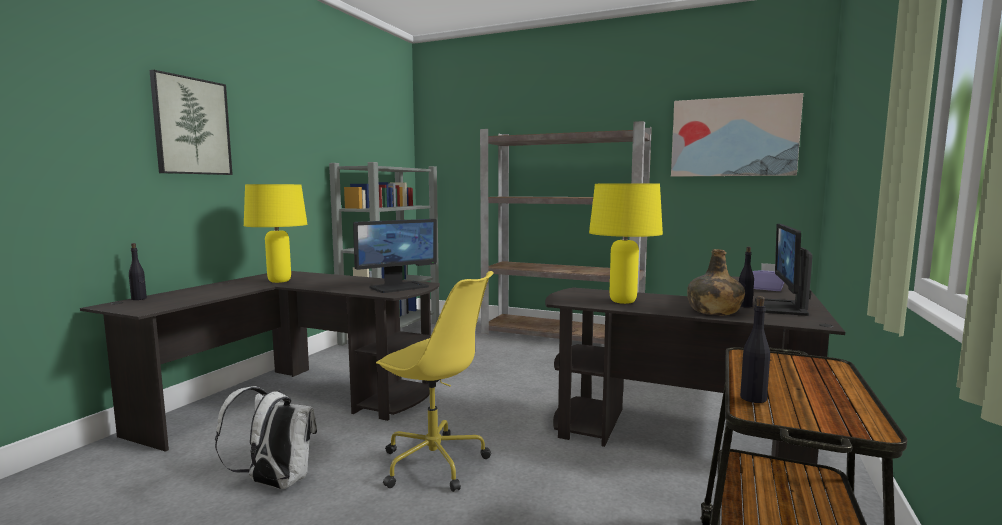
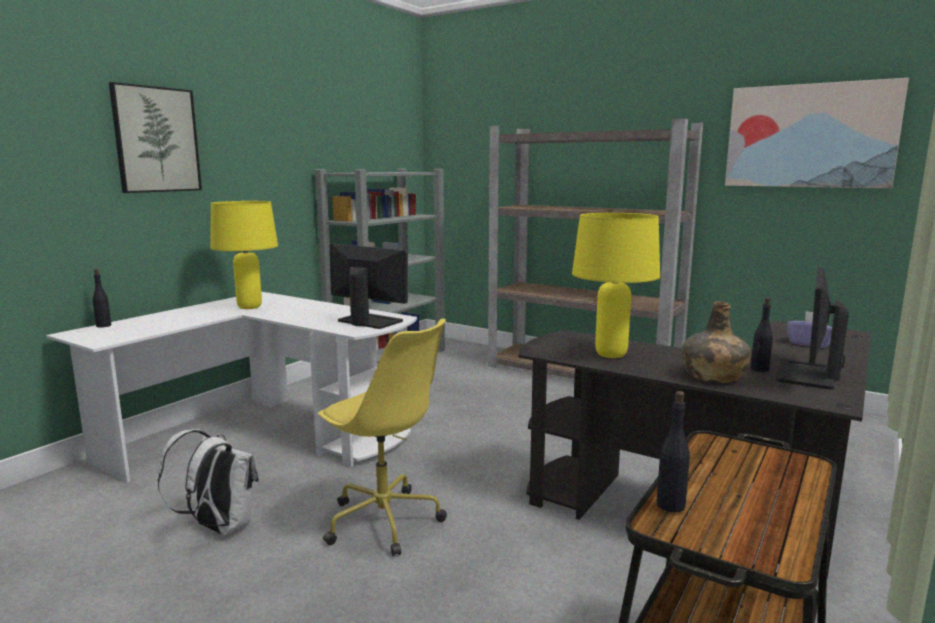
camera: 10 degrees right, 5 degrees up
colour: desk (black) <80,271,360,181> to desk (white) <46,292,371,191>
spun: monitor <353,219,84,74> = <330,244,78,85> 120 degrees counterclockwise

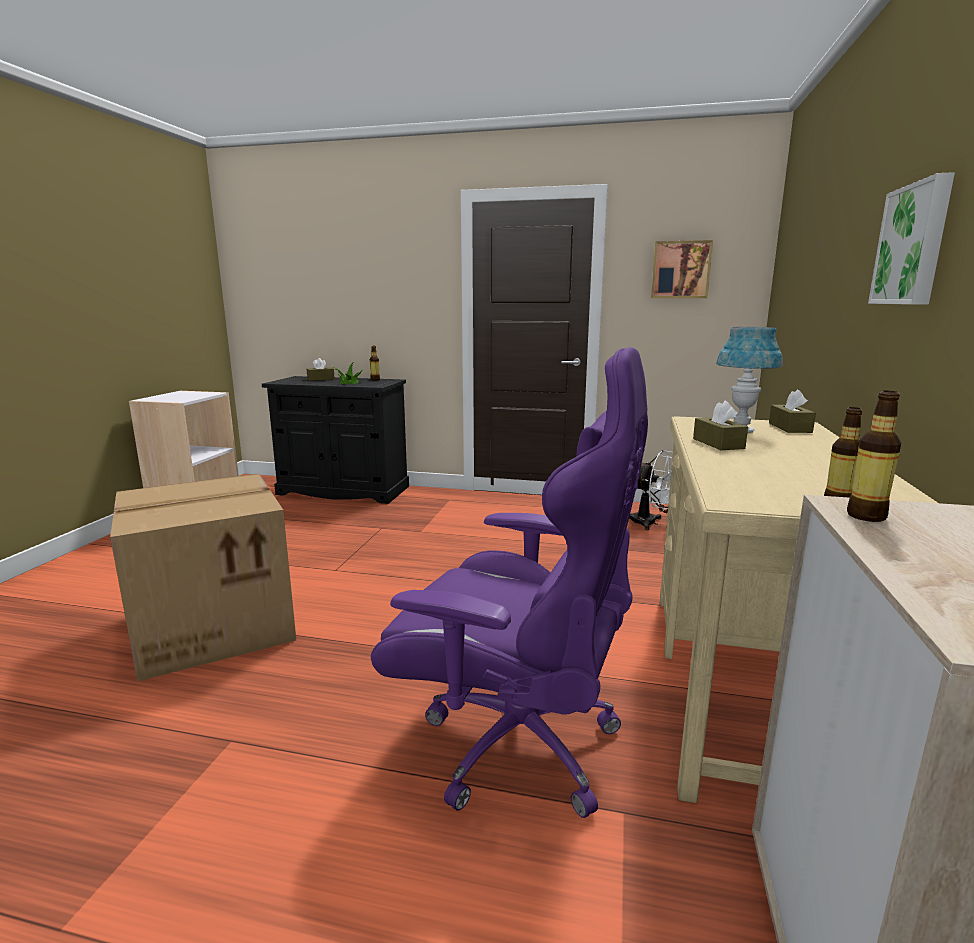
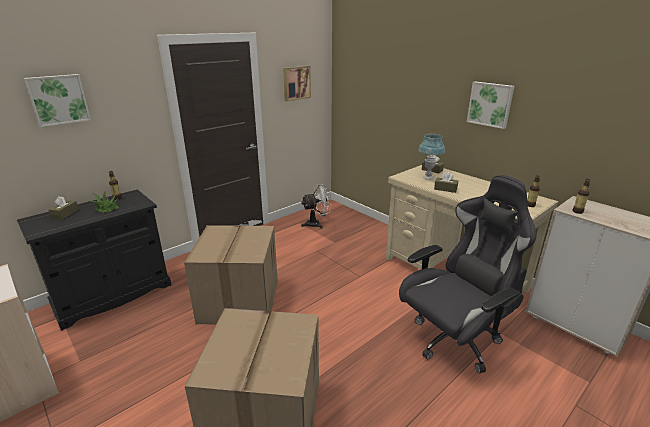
camera: 55 degrees left, 10 degrees up
appeared: picture <24,74,67,53>; cardboard box <184,225,94,99>
colour: office chair (purple) <371,347,277,471> to office chair (black) <399,175,137,198>

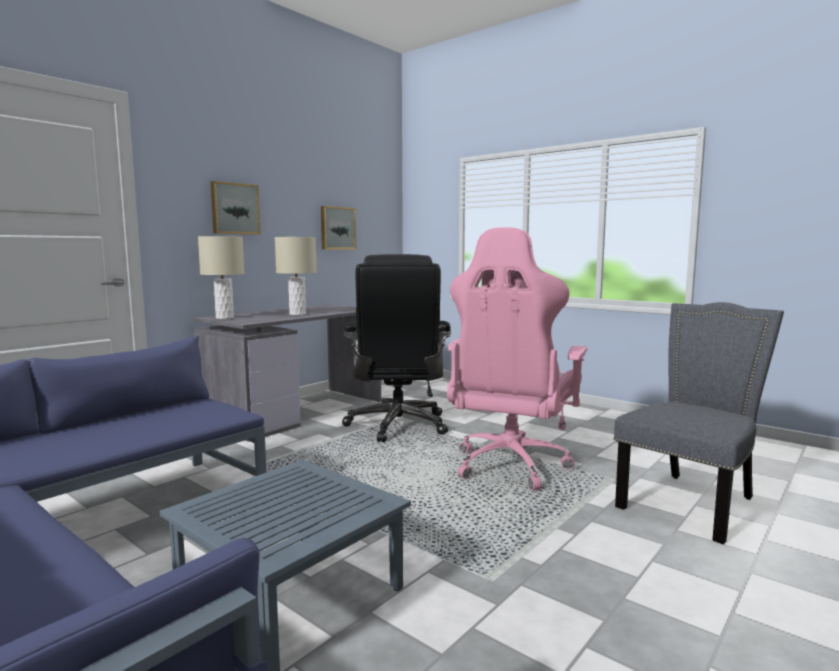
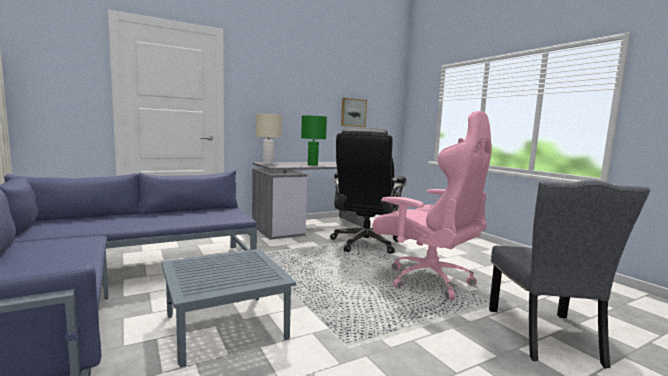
camera: 20 degrees right, 0 degrees up
missing: picture <211,181,49,54>
colour: table lamp (beige) <275,237,42,78> to table lamp (green) <301,115,26,51>
spun: office chair (pink) <447,227,140,264> = <372,111,120,189> 90 degrees counterclockwise; chair (grey) <614,302,170,242> = <489,180,161,188> 120 degrees clockwise

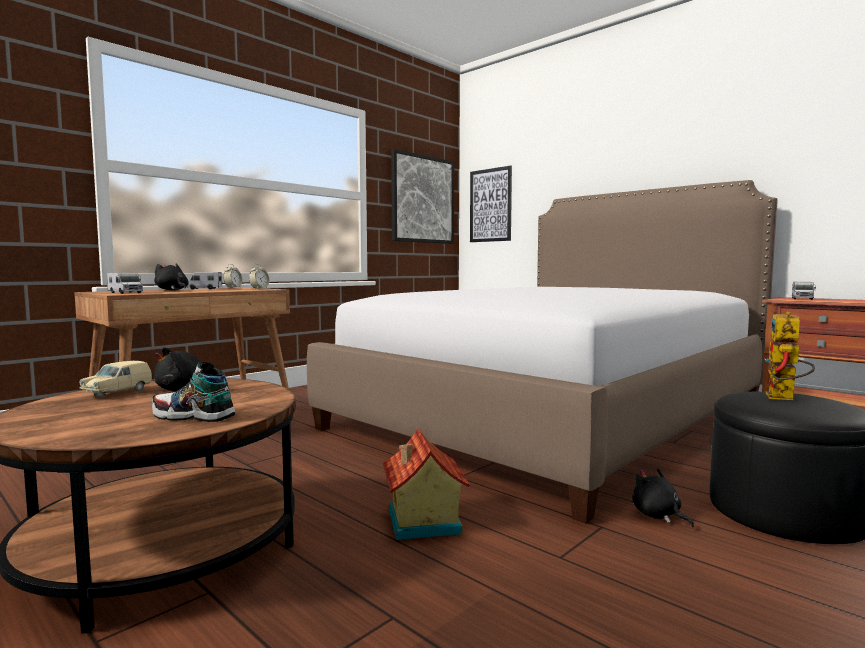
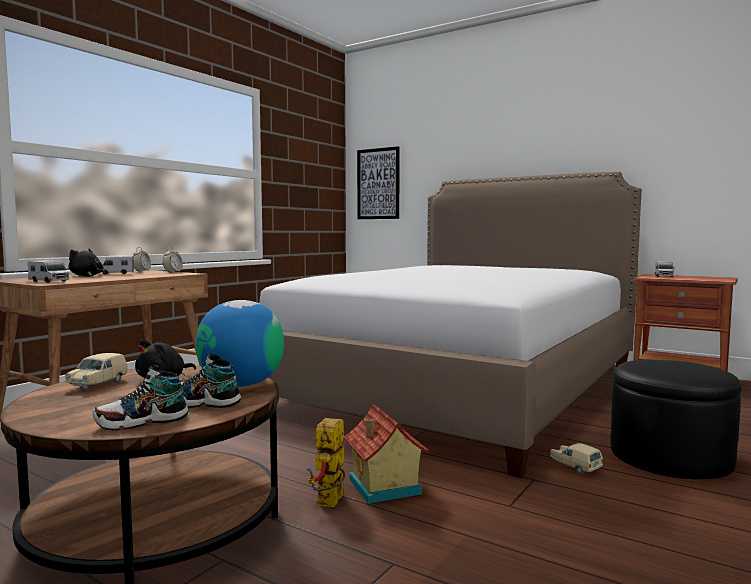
camera: 10 degrees left, 0 degrees up
missing: picture <391,149,63,95>
appeared: shoe <92,366,96,64>; globe <196,300,88,87>
relocated: toy robot <764,312,51,88> to <307,418,38,89>
exchanged: plush toy (black) <632,468,62,60> to toy car (beige) <550,443,53,31>

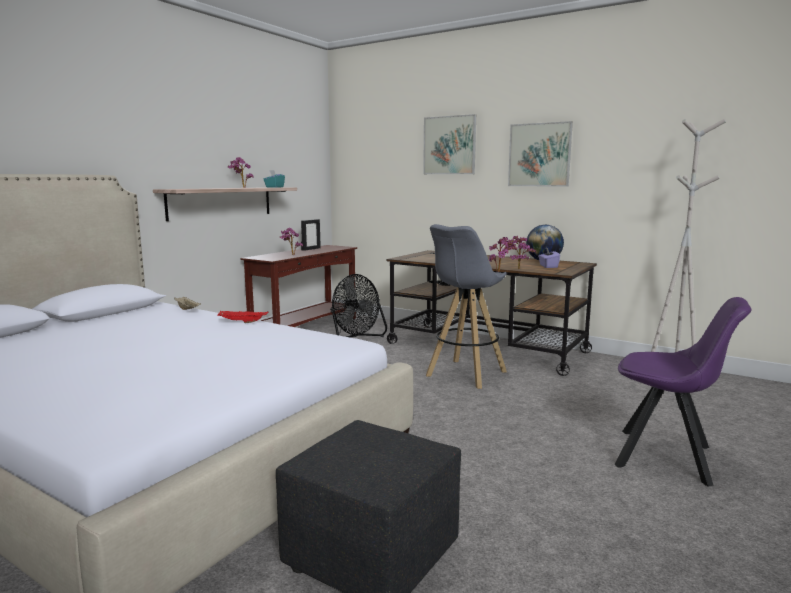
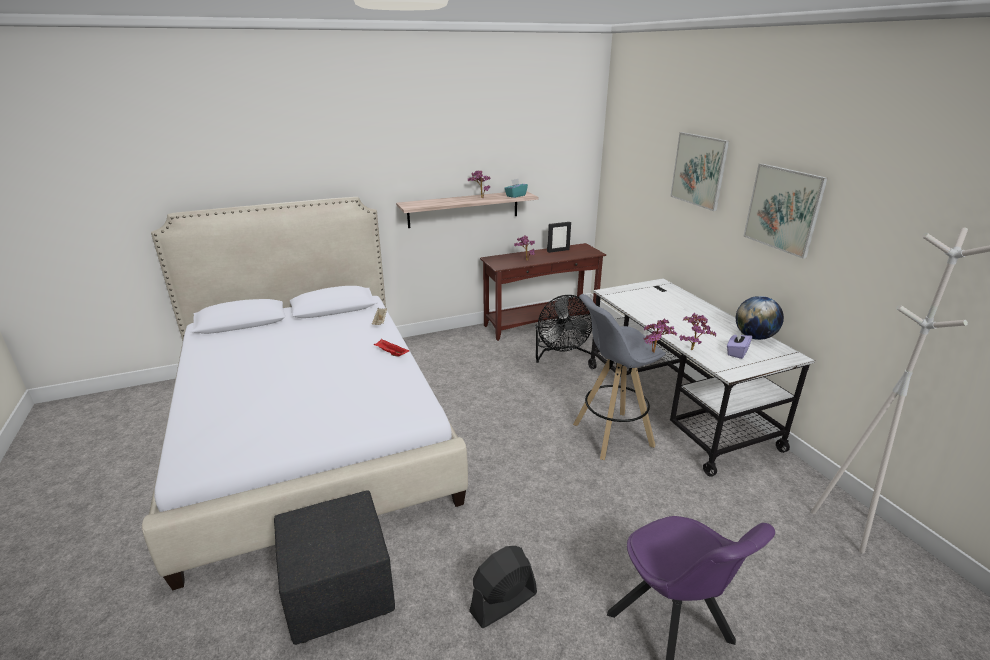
camera: 35 degrees right, 15 degrees up
appeared: fan (black) <469,546,68,82>
colour: desk (brown) <387,250,210,126> to desk (white) <588,278,227,199>

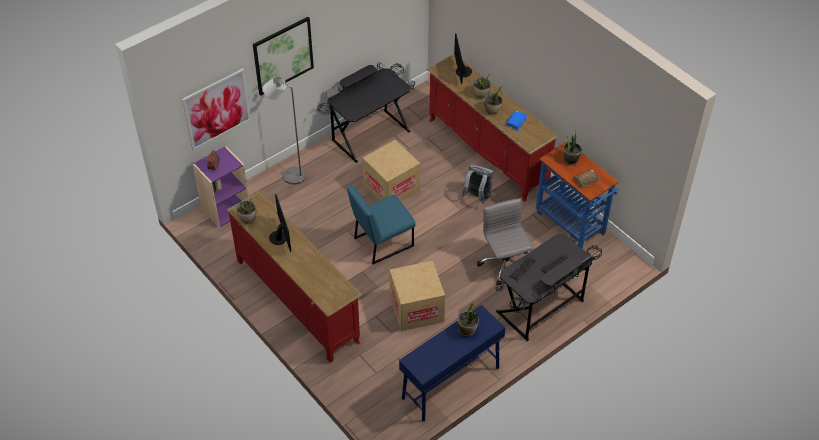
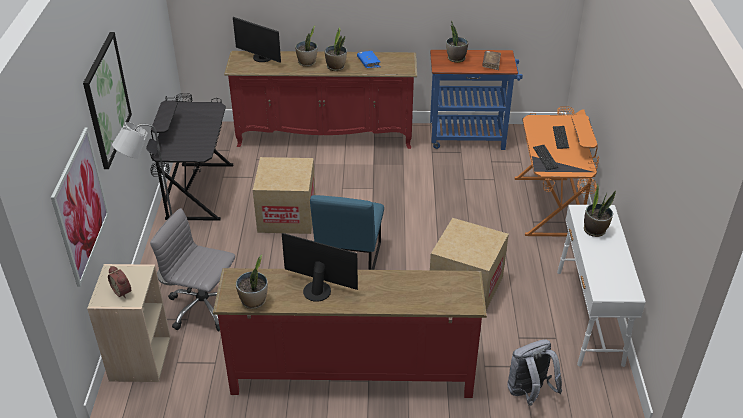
camera: 50 degrees left, 10 degrees down
relocated: backpack (grey) <461,165,33,39> to <507,339,55,67>; office chair (grey) <477,198,57,88> to <150,208,85,124>
colour: bookcase (purple) <193,146,56,82> to bookcase (beige) <87,264,84,118>; console table (blue) <399,305,106,117> to console table (white) <557,205,89,162>; desk (black) <495,234,107,107> to desk (orange) <514,106,85,131>

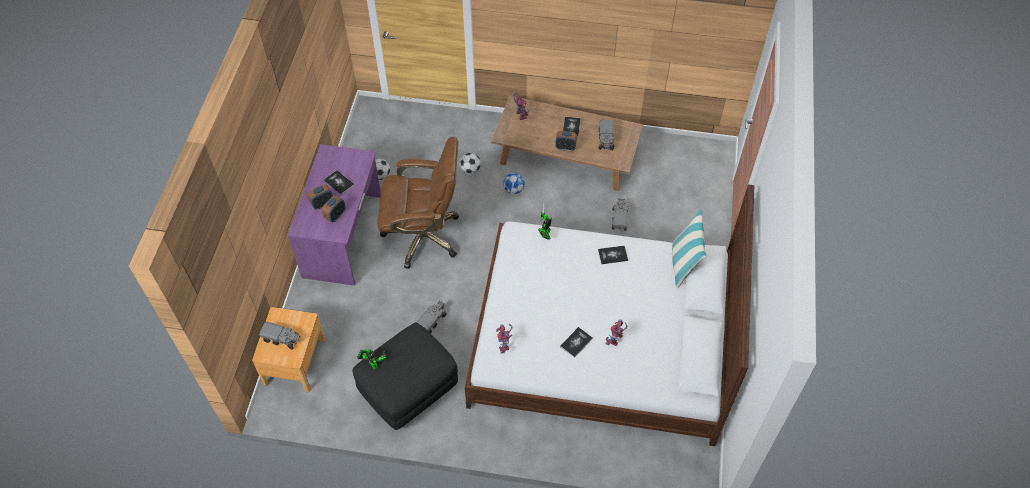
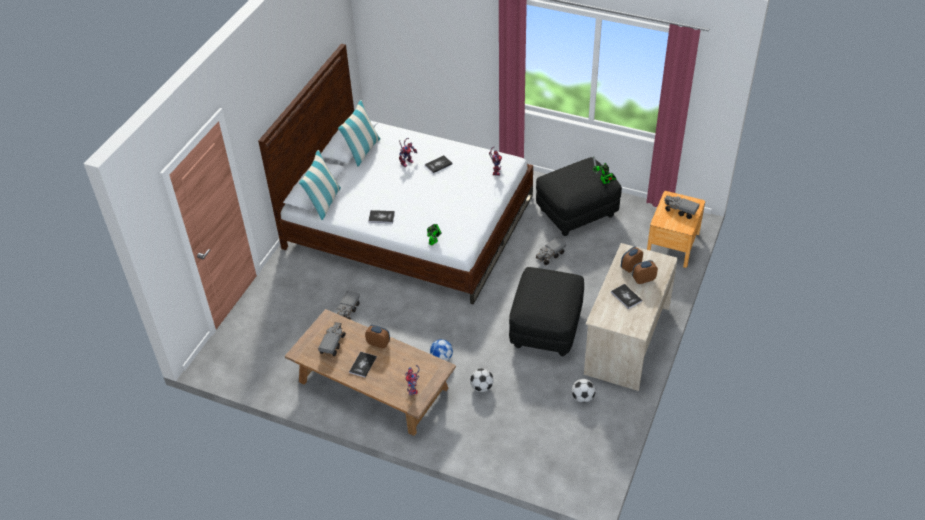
camera: 165 degrees left, 10 degrees down
appeared: pillow <338,100,43,66>
exchanged: office chair (brown) <377,137,82,132> to ottoman (black) <509,267,75,89>
colour: desk (purple) <288,144,93,142> to desk (beige) <584,243,94,148>

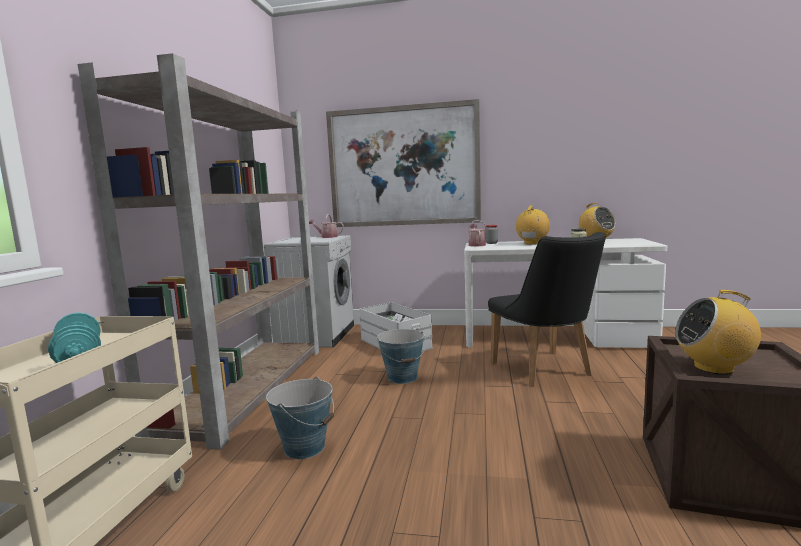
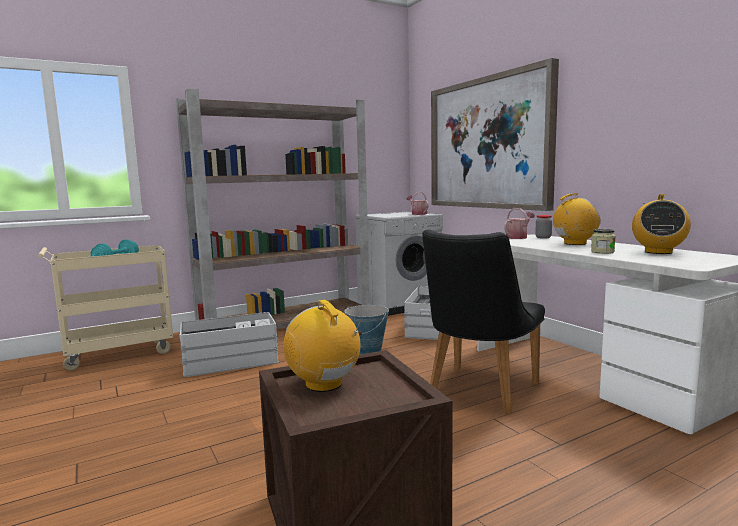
camera: 50 degrees right, 0 degrees up
exchanged: bucket <266,377,68,82> to storage box (grey) <179,312,100,65>

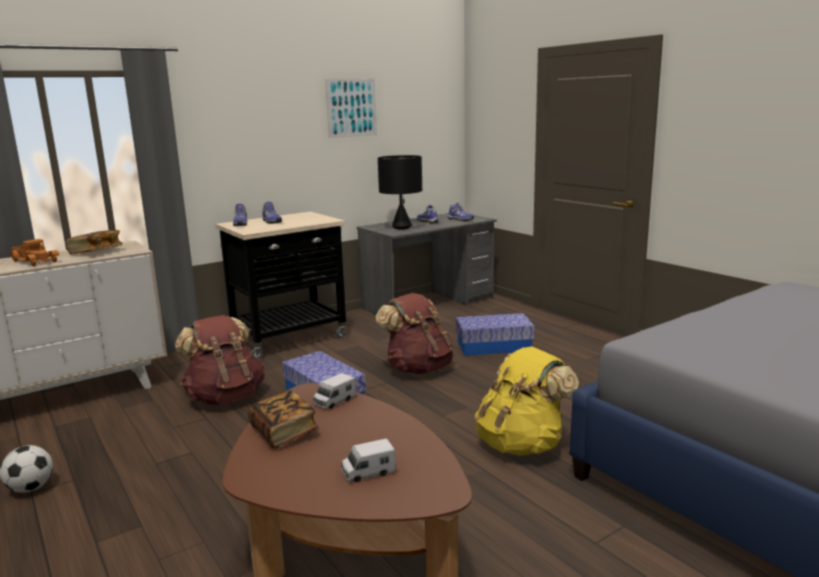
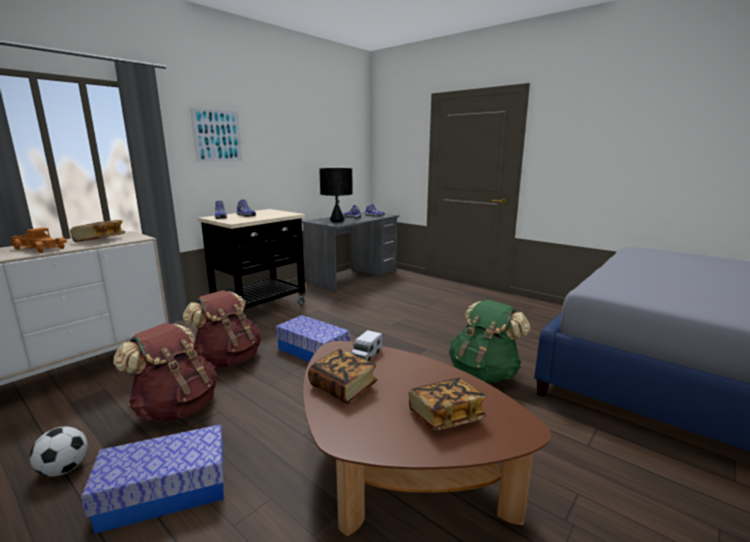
camera: 15 degrees left, 0 degrees up
relocated: picture <325,78,52,60> to <190,107,52,55>; backpack (brown) <376,293,78,81> to <113,323,104,98>; storage box <456,313,78,43> to <81,424,143,110>
exchanged: toy truck <341,438,55,44> to book <409,378,78,53>
colour: backpack (yellow) <475,346,104,110> to backpack (green) <449,300,81,83>

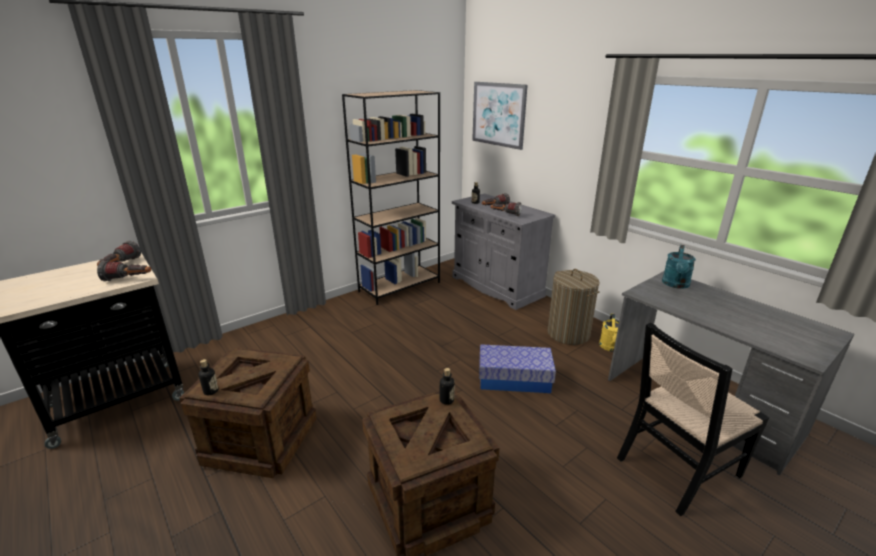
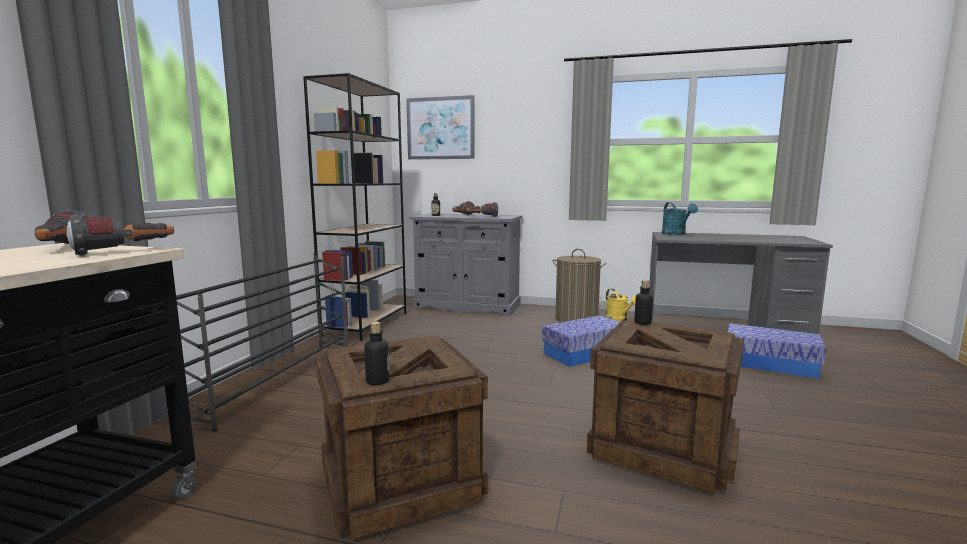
camera: 35 degrees left, 15 degrees down
appeared: shoe rack (black) <176,253,172,179>
exchanged: chair <617,322,152,195> to storage box <728,323,98,56>

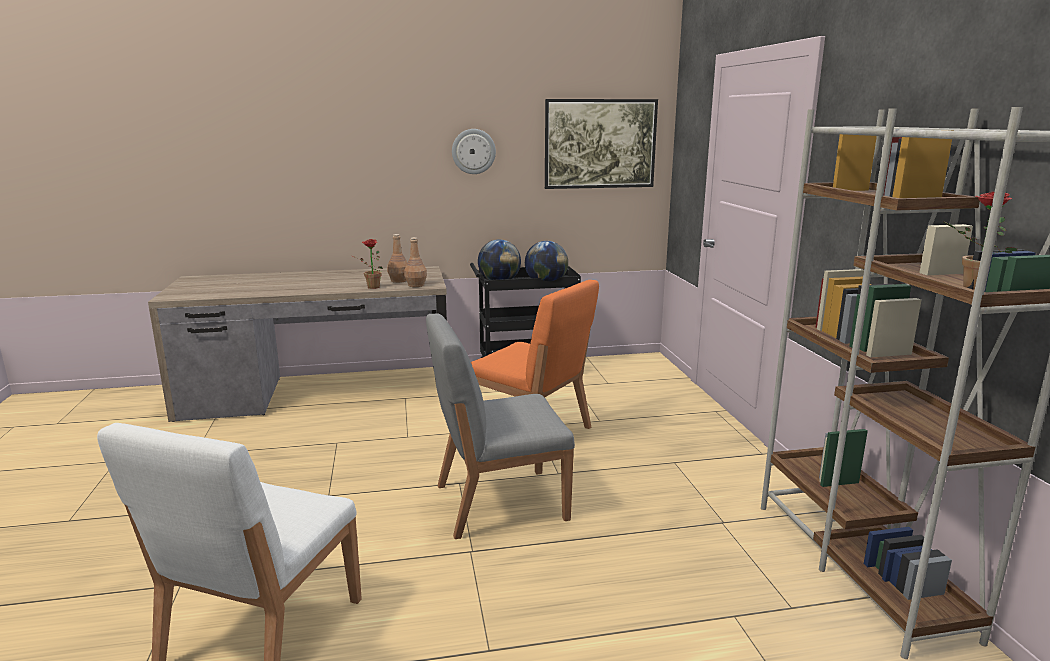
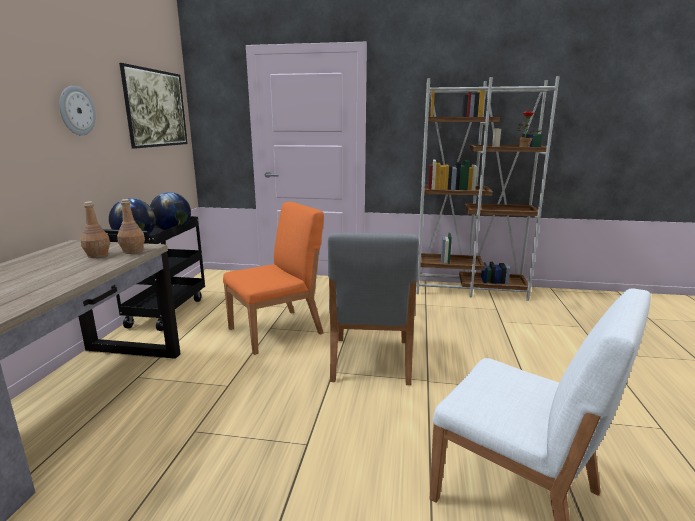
camera: 70 degrees left, 0 degrees up
missing: potted plant <353,239,30,50>

